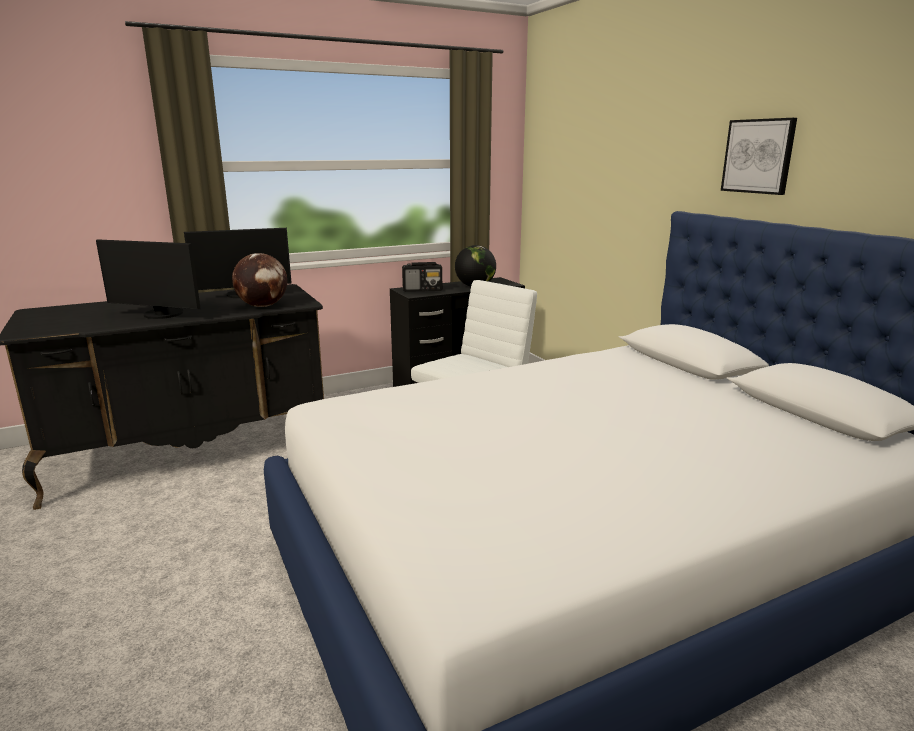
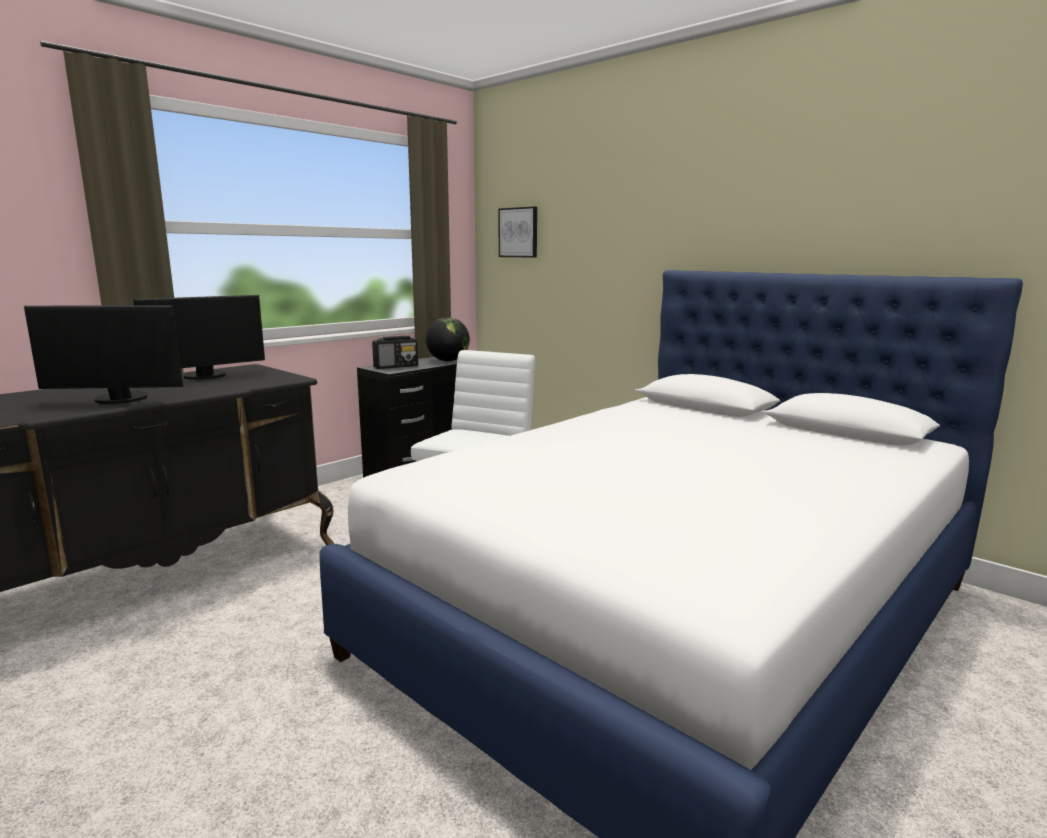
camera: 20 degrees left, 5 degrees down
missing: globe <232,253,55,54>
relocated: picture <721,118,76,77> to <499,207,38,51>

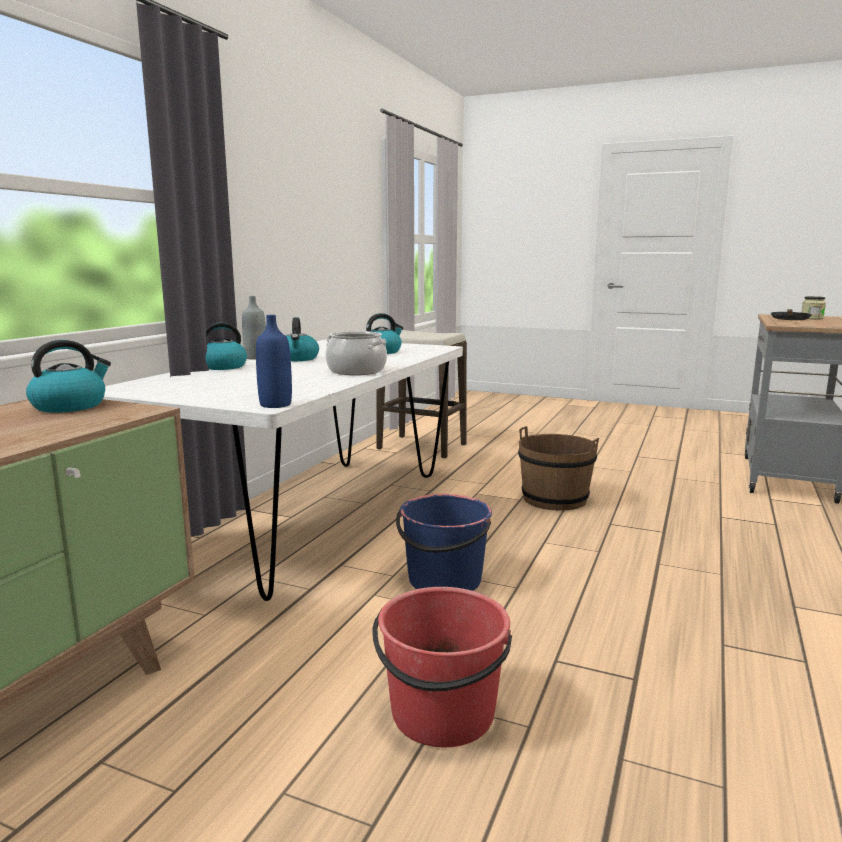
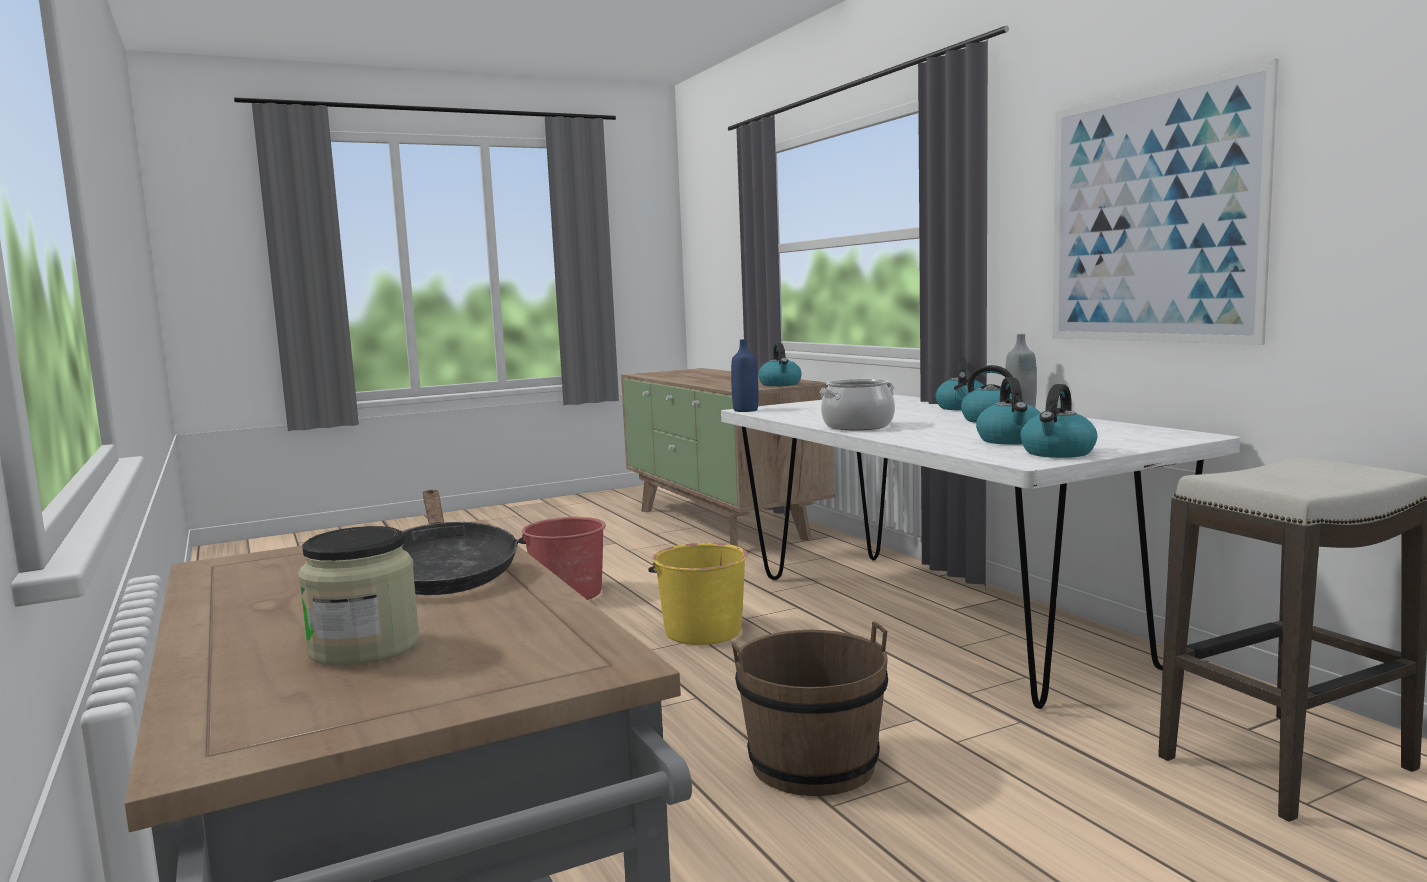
camera: 130 degrees right, 5 degrees down
appeared: kettle <1020,384,77,74>; picture <1053,59,225,286>
colour: bucket (blue) <396,494,96,97> to bucket (yellow) <648,543,100,102>

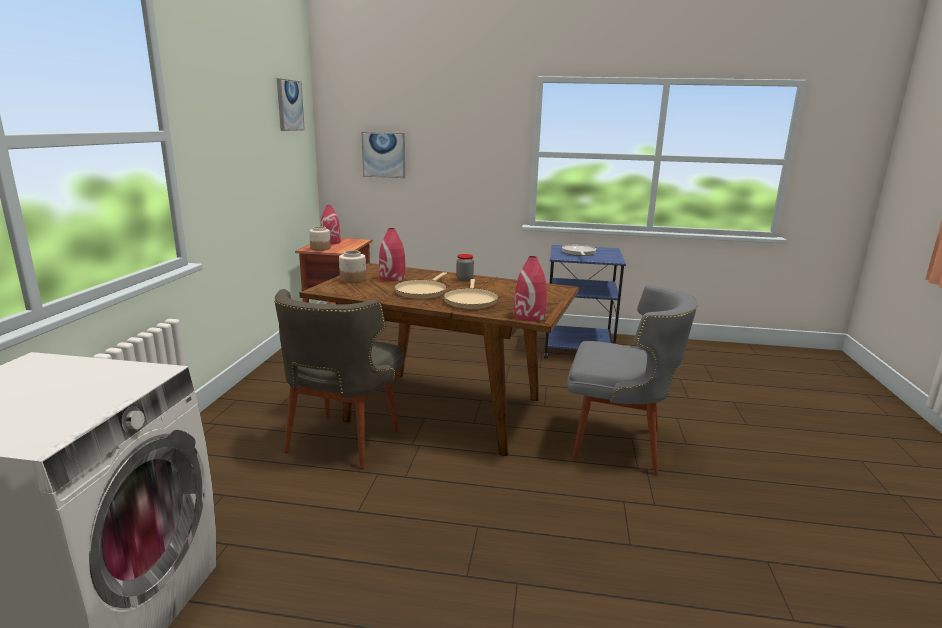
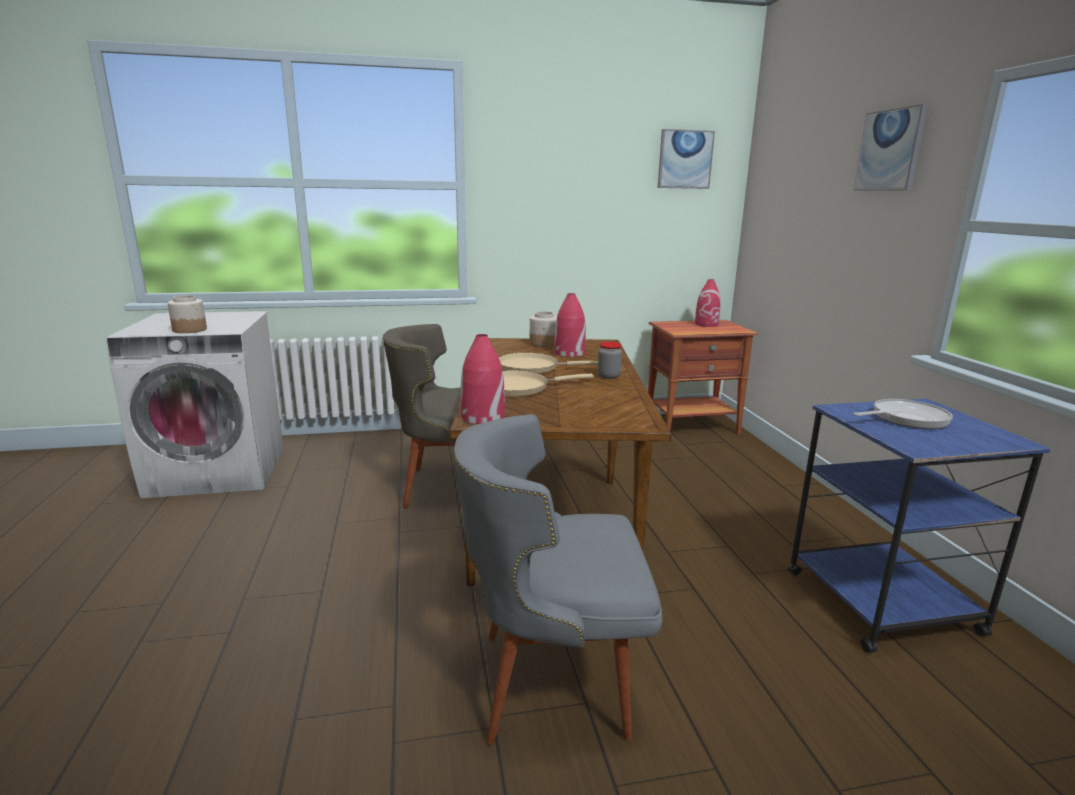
camera: 70 degrees right, 0 degrees up
relocated: jar <309,226,22,25> to <168,295,39,38>; picture <362,132,43,46> to <854,104,74,86>
spun: chair (grey) <567,285,131,189> = <454,414,209,332> 90 degrees clockwise

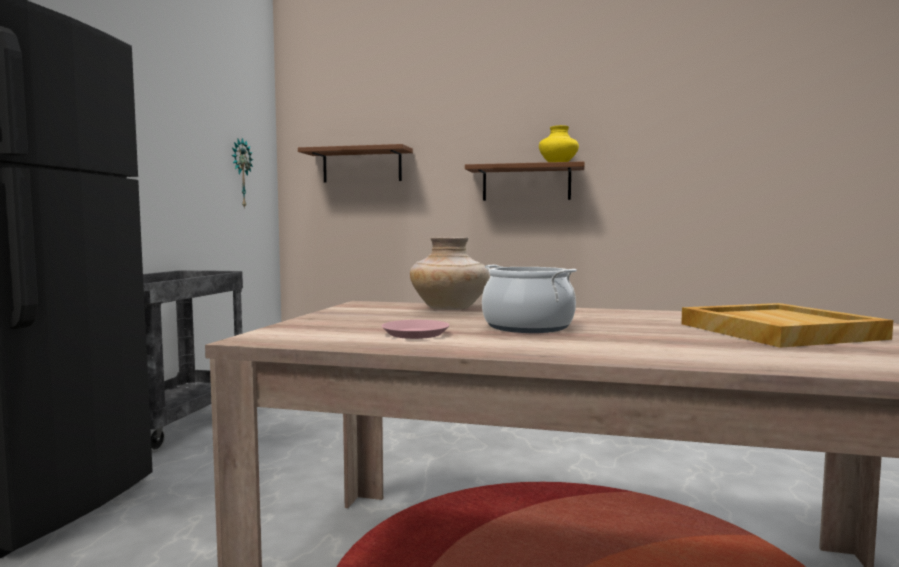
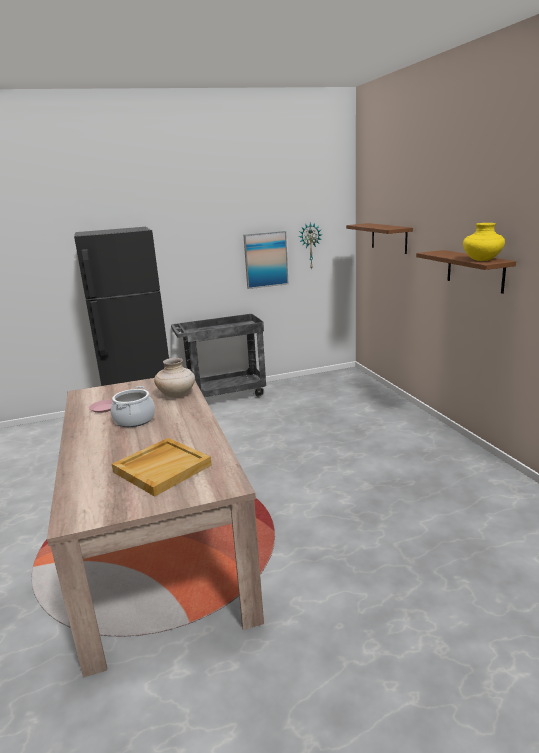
camera: 60 degrees right, 15 degrees up
appeared: picture <243,231,46,58>

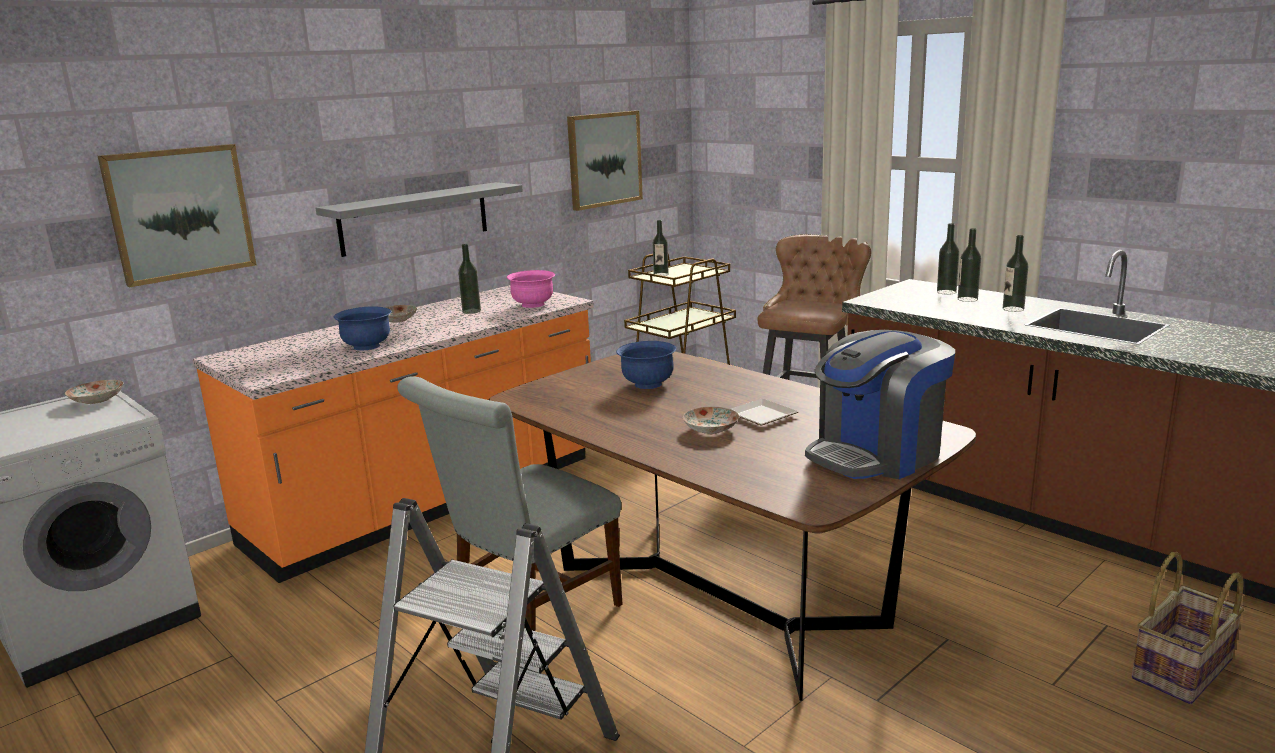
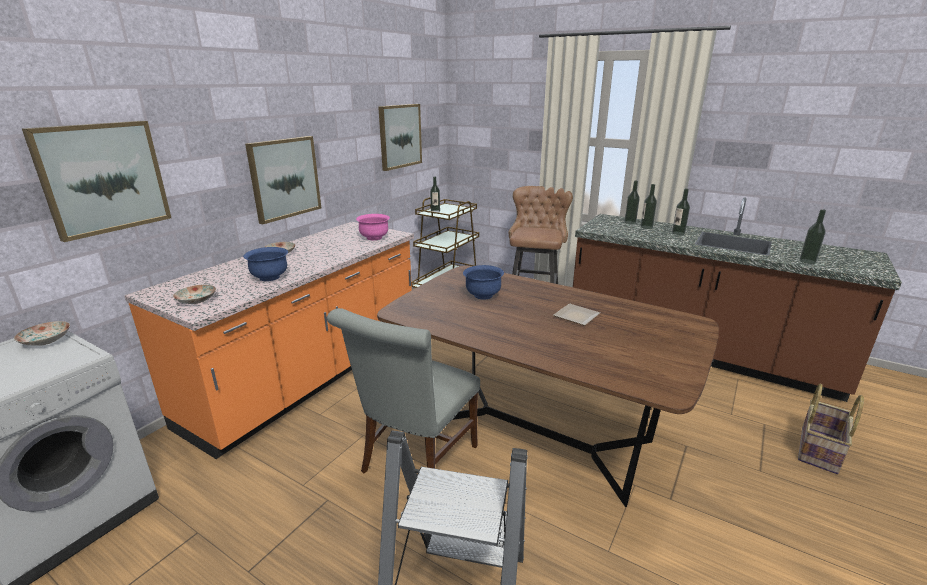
camera: 15 degrees left, 5 degrees up
missing: coffee machine <805,330,150,149>
relocated: bottle <458,244,23,70> to <799,209,27,55>; plate <683,407,56,27> to <173,285,43,19>
exchanged: shelf (grey) <316,182,207,75> to picture <245,136,76,88>

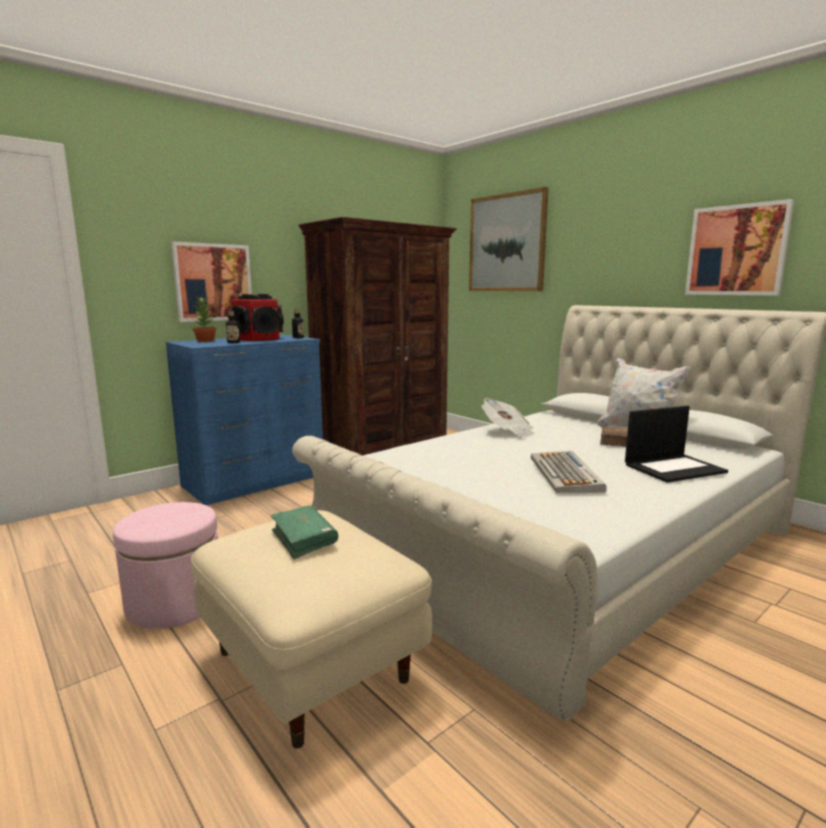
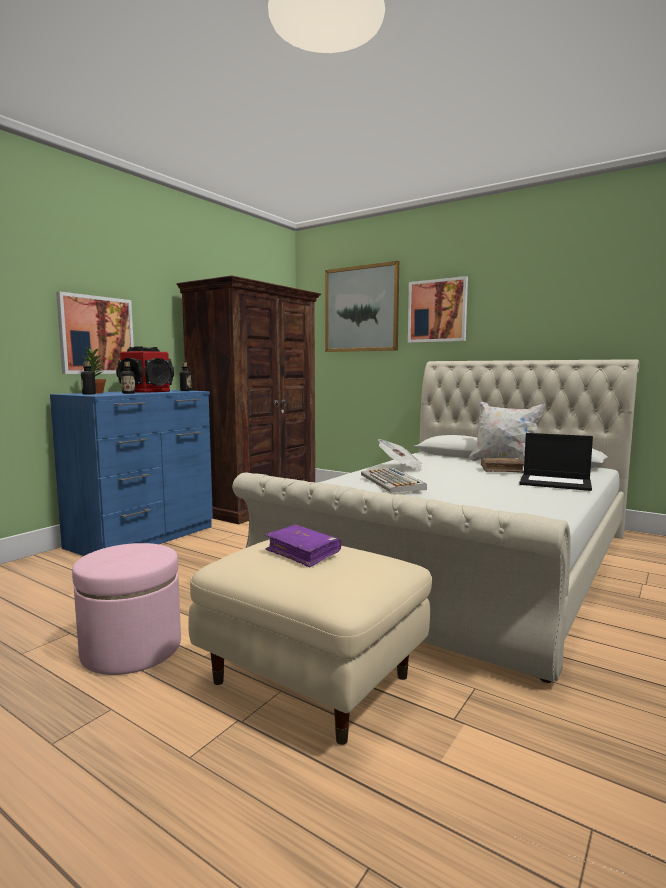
camera: 15 degrees left, 5 degrees down
appeared: bottle <81,361,15,34>
relocated: keyboard <531,451,75,42> to <361,467,66,25>; picture <685,199,109,97> to <408,276,60,67>
colour: book (green) <270,505,68,54> to book (purple) <265,525,76,43>
spun: laptop <625,406,103,77> = <519,433,74,58> 60 degrees clockwise

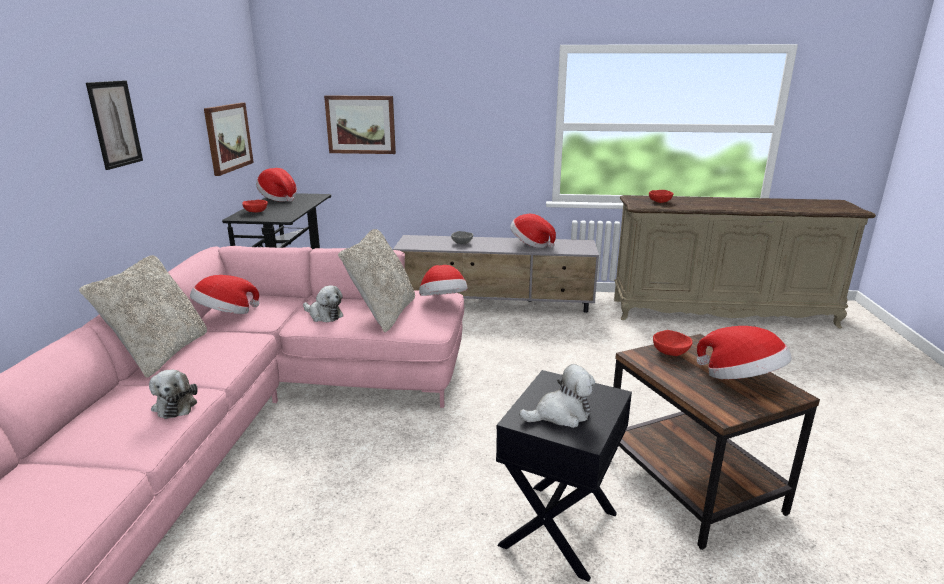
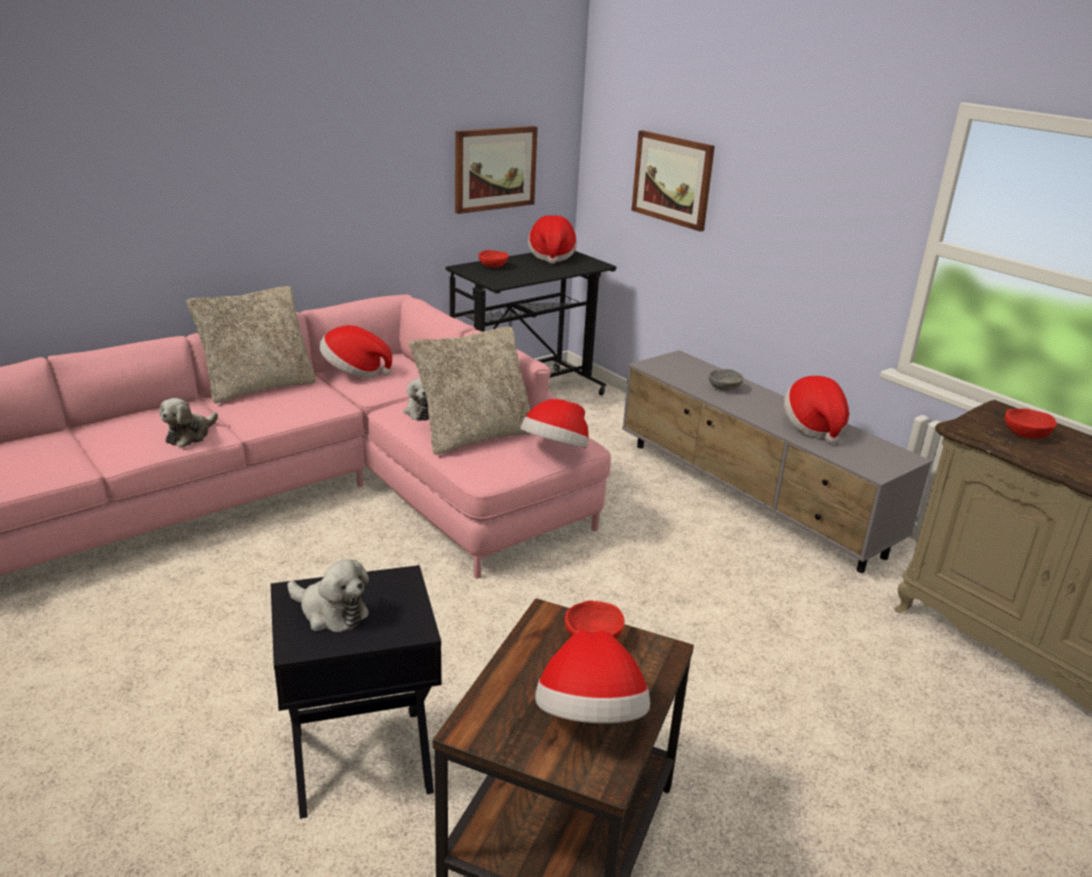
camera: 45 degrees right, 5 degrees up
missing: picture <86,80,57,90>

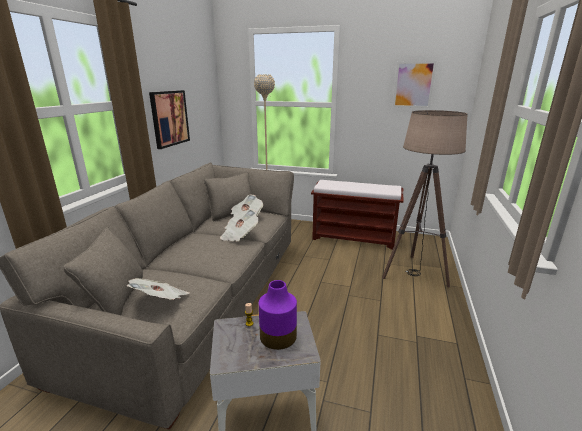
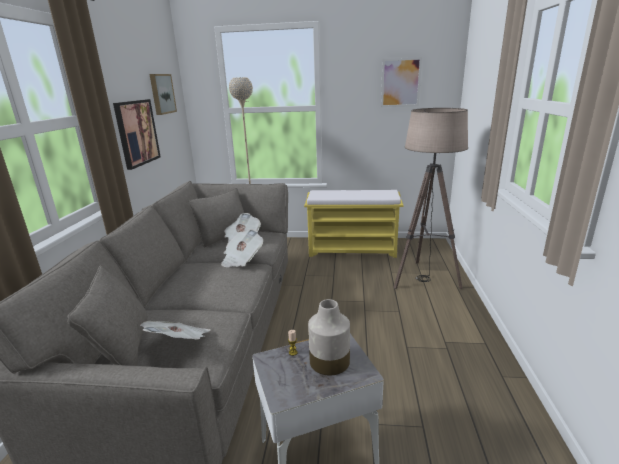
camera: 10 degrees left, 0 degrees up
appeared: picture <150,74,27,41>
colour: vase (purple) <259,280,38,70> to vase (beige) <308,299,42,76>; bench (brown) <311,180,92,70> to bench (yellow) <304,190,100,68>

